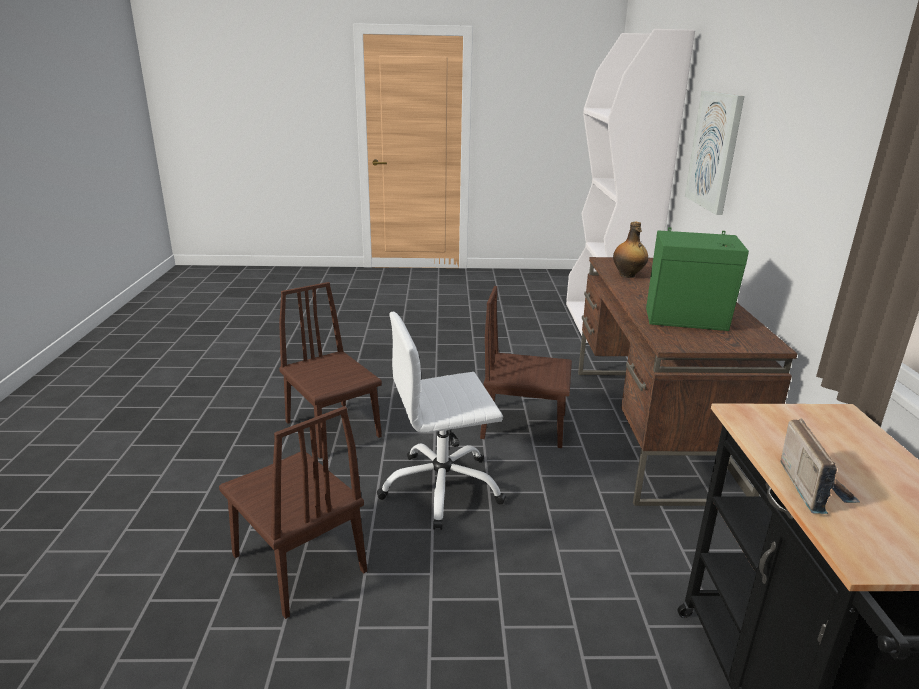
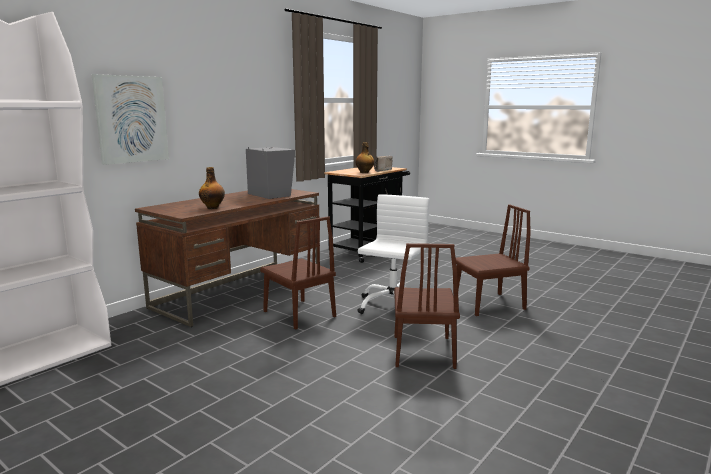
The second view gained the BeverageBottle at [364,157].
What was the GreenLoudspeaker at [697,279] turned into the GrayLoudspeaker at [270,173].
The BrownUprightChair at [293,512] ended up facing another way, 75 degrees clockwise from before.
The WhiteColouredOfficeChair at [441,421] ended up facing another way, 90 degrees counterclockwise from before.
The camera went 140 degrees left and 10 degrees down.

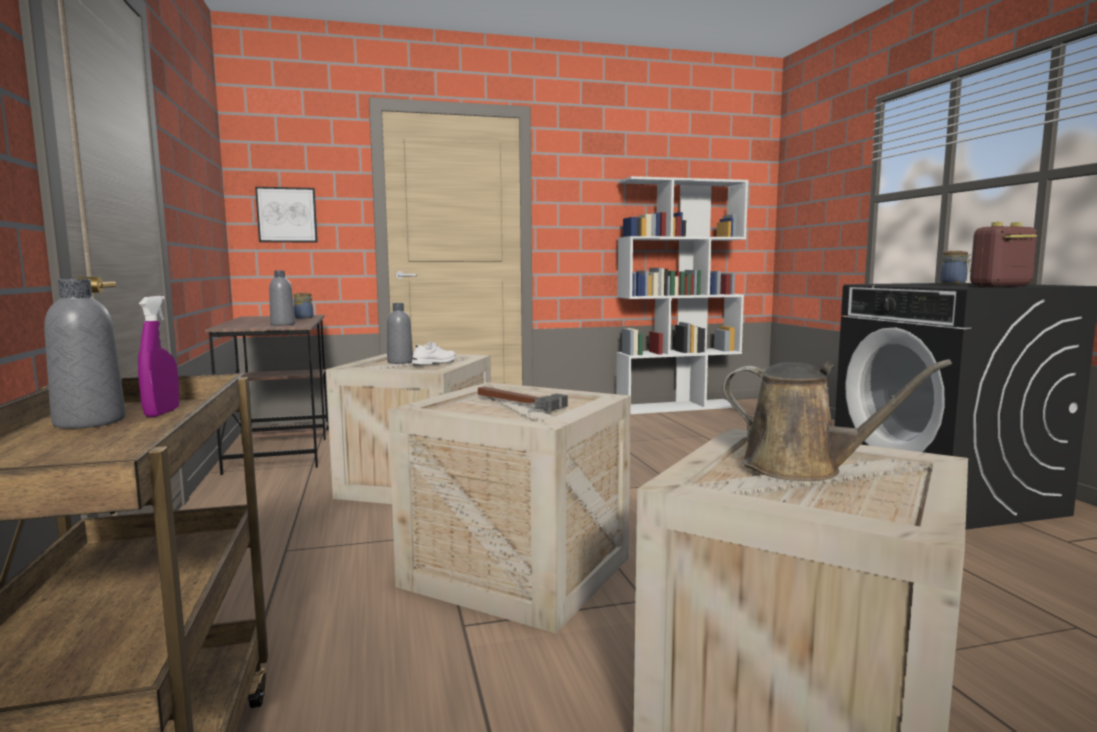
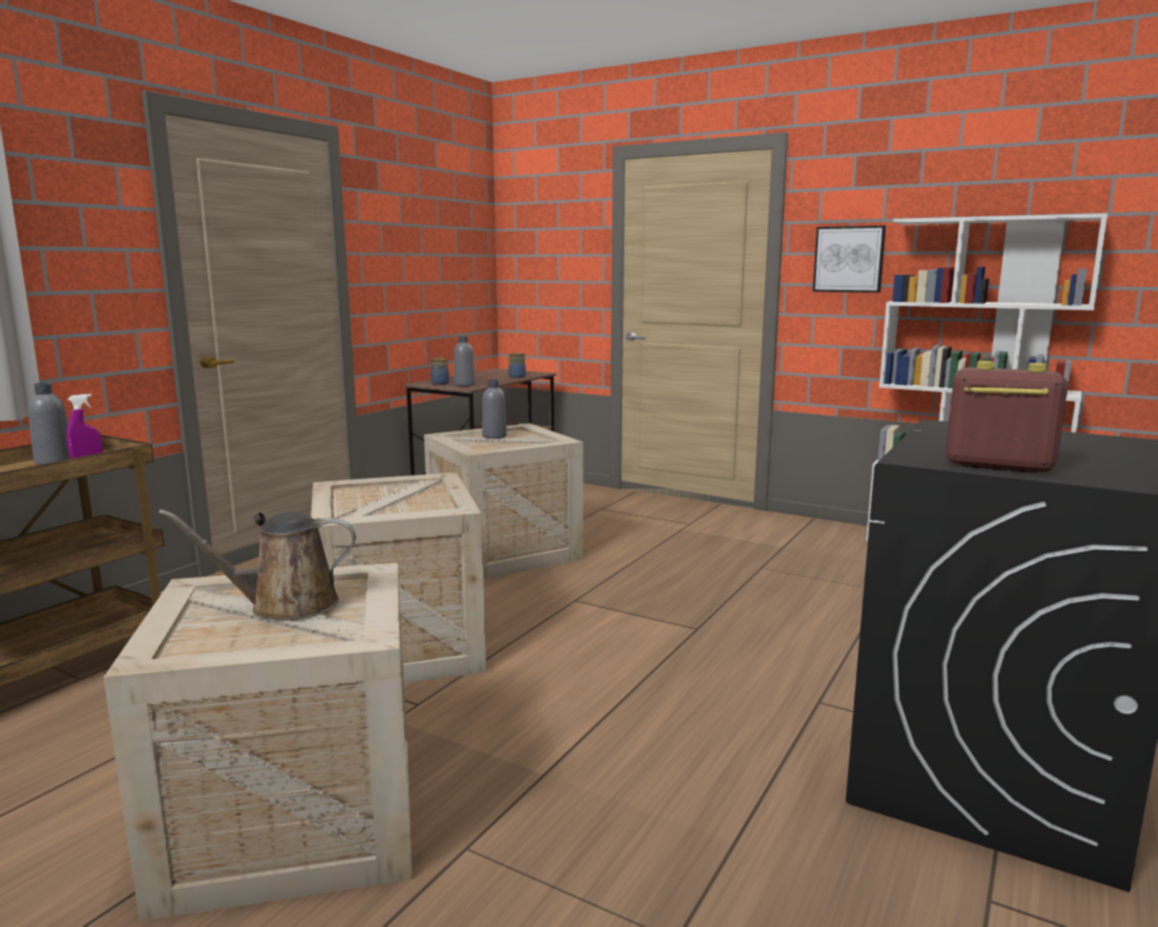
The second view lost the WhiteColouredShoe at [434,353].
The second view lost the ToolHammer at [523,398].
The Picture ended up elsewhere, having gone from [286,214] to [849,259].
The Jar ended up elsewhere, having gone from [955,267] to [440,371].
The BrownWateringPot at [837,420] ended up facing another way, 90 degrees clockwise from before.
The camera went 45 degrees right and 5 degrees up.

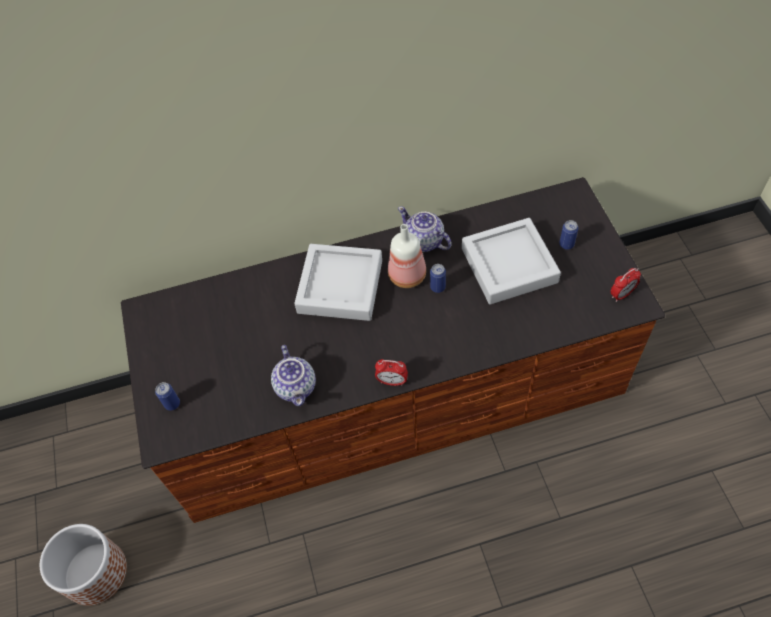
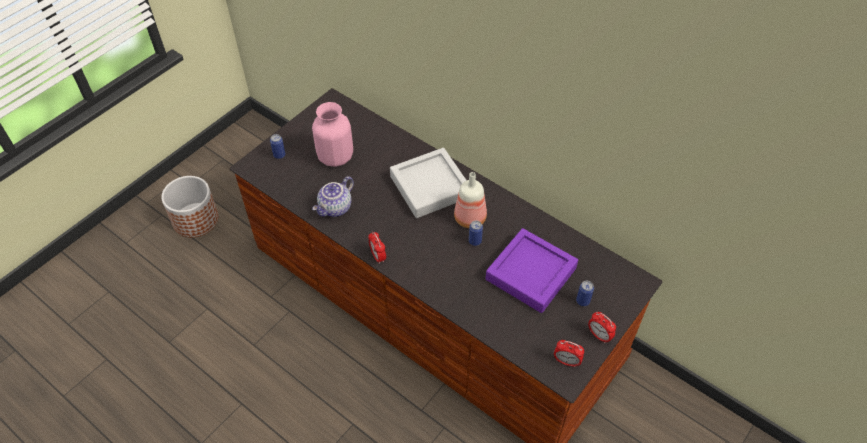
The second view lost the Teapot at [425,229].
The second view gained the PinkishVase at [332,134].
The second view gained the AlarmClock at [602,327].
What was the GrayCarryingTray at [511,261] turned into the PurpleCarryingTray at [532,270].
The camera went 50 degrees right and 5 degrees down.

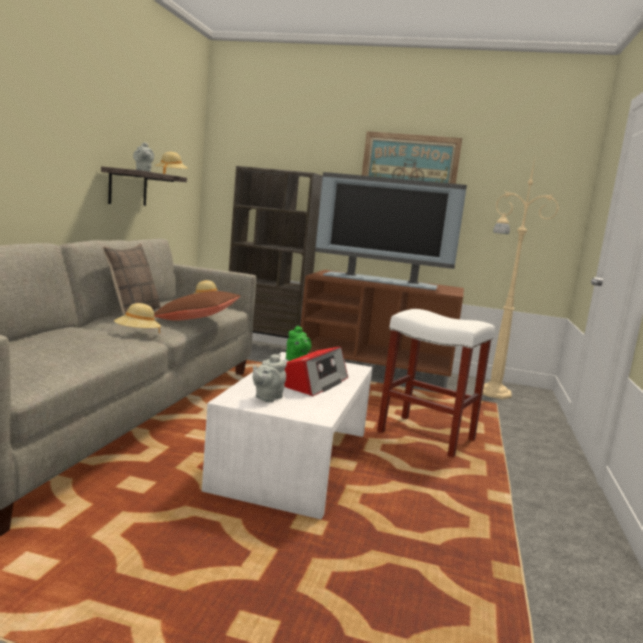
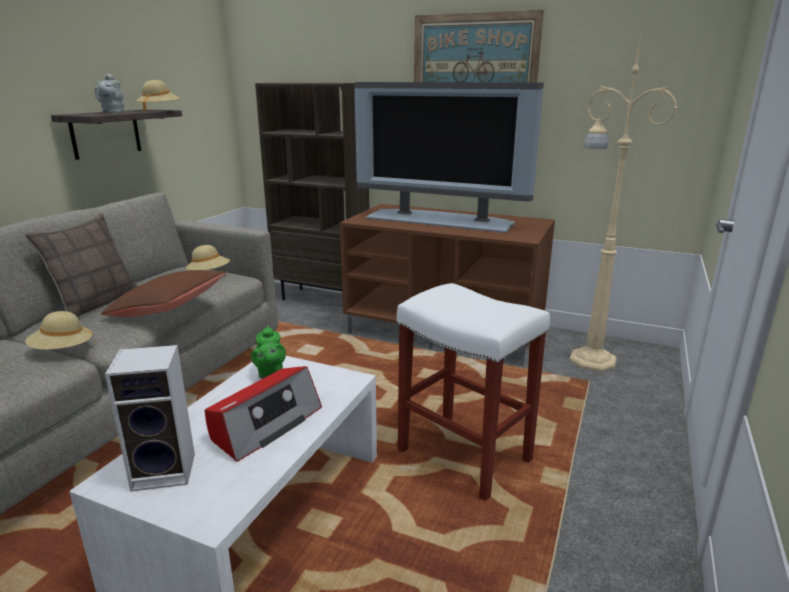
Where the GrayTeapot stood at [270,378], the Loudspeaker came to stand at [150,418].
The camera went 10 degrees right and 10 degrees up.

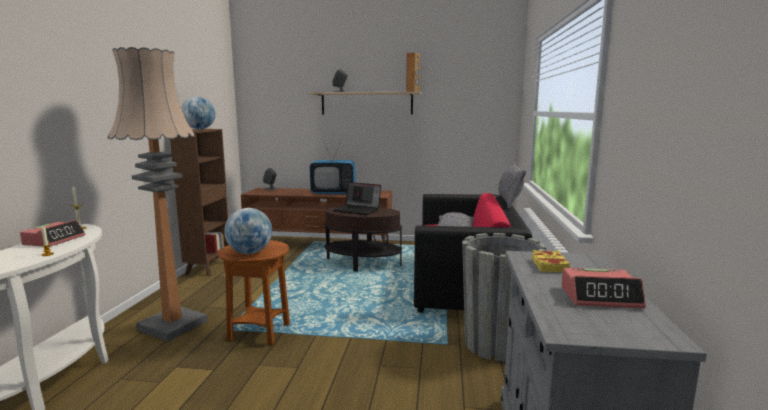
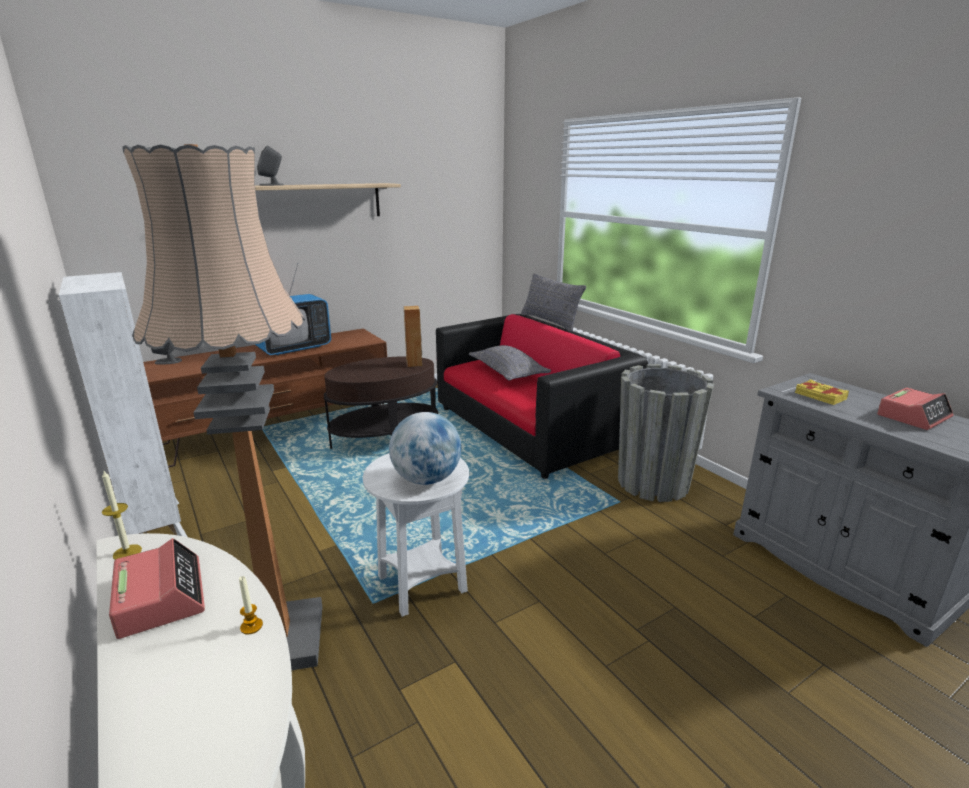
The second view lost the WorldGlobe at [198,113].
The second view lost the NotebookComputer at [357,198].
The BrownLoudspeaker ended up elsewhere, having gone from [413,72] to [413,336].
What was the BrownBookshelf at [199,202] turned into the WhiteColouredBookshelf at [123,404].
What was the BrownAccentTable at [254,292] turned into the WhiteColouredAccentTable at [416,535].
The camera went 40 degrees left and 10 degrees up.

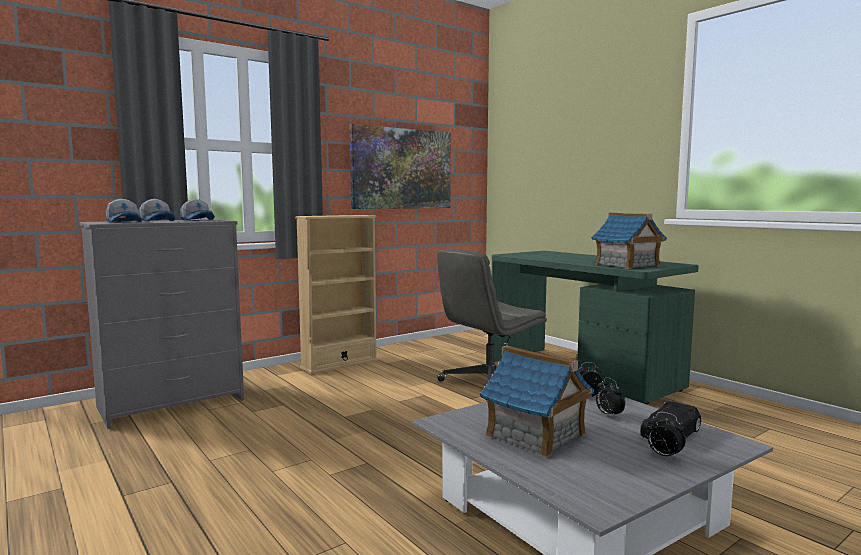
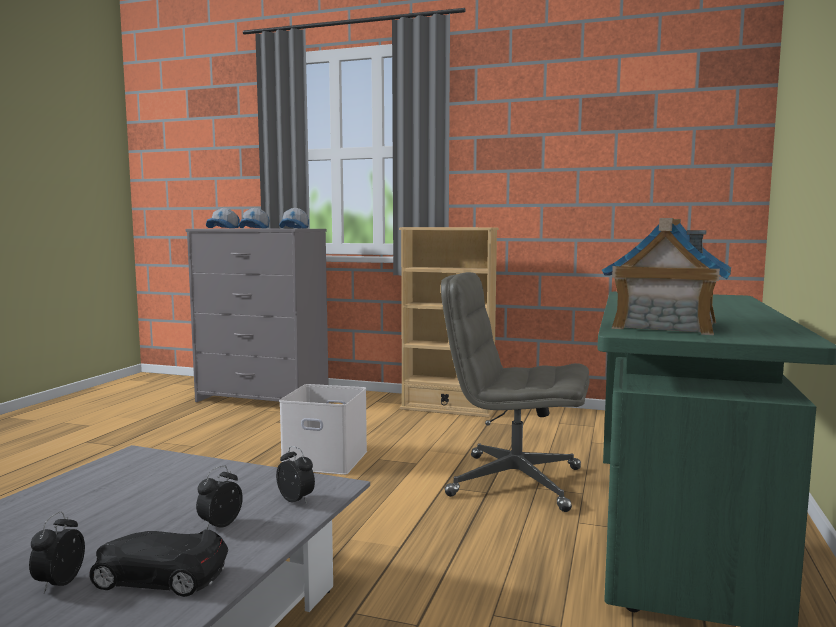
The second view lost the Picture at [400,166].
The second view lost the MiniatureHouse at [537,401].
The second view gained the WhiteColouredStorageBox at [323,429].
The camera went 55 degrees right and 0 degrees up.

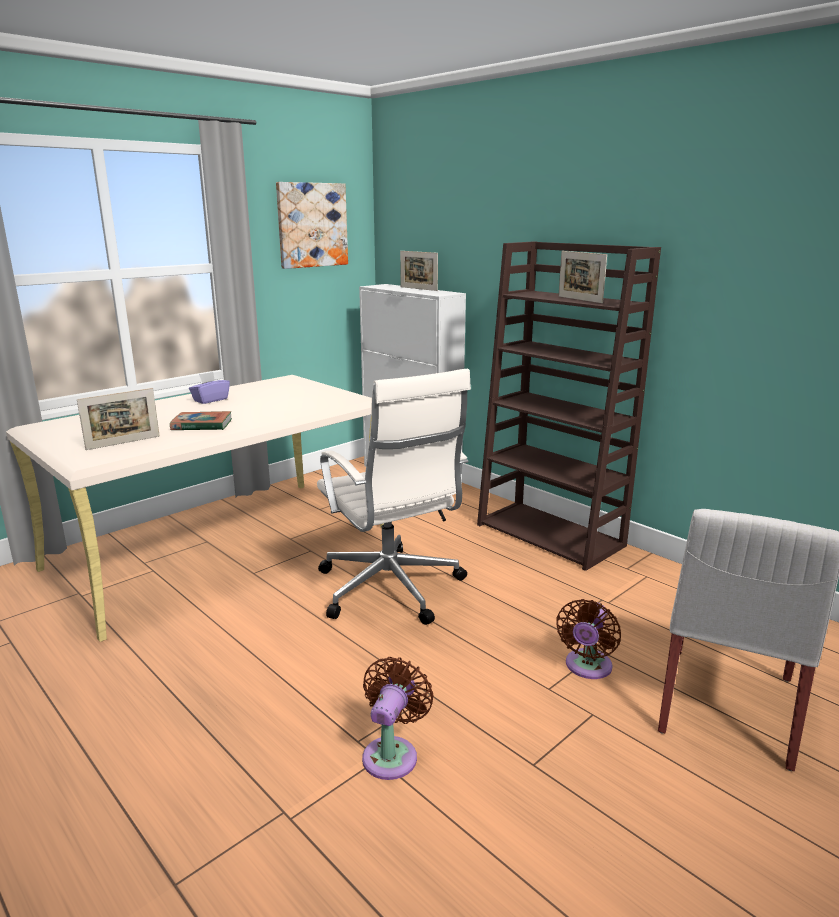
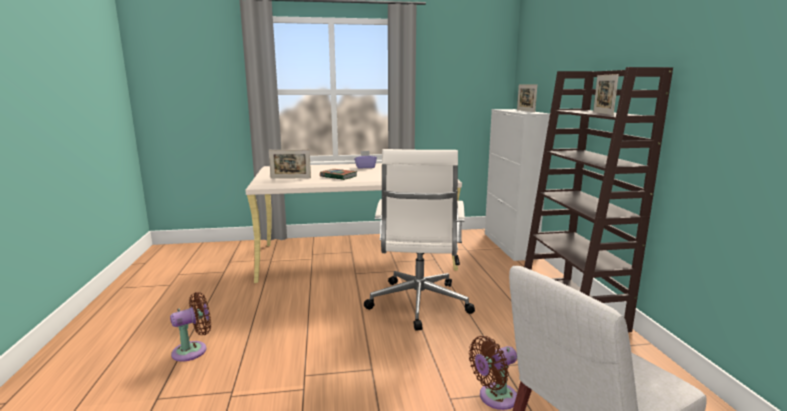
The second view lost the Picture at [312,225].
The BrownElectricFan ended up elsewhere, having gone from [398,718] to [190,327].
The camera went 35 degrees right and 5 degrees down.

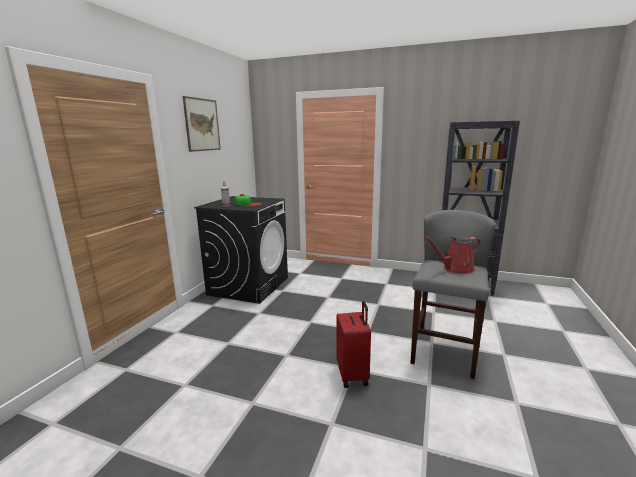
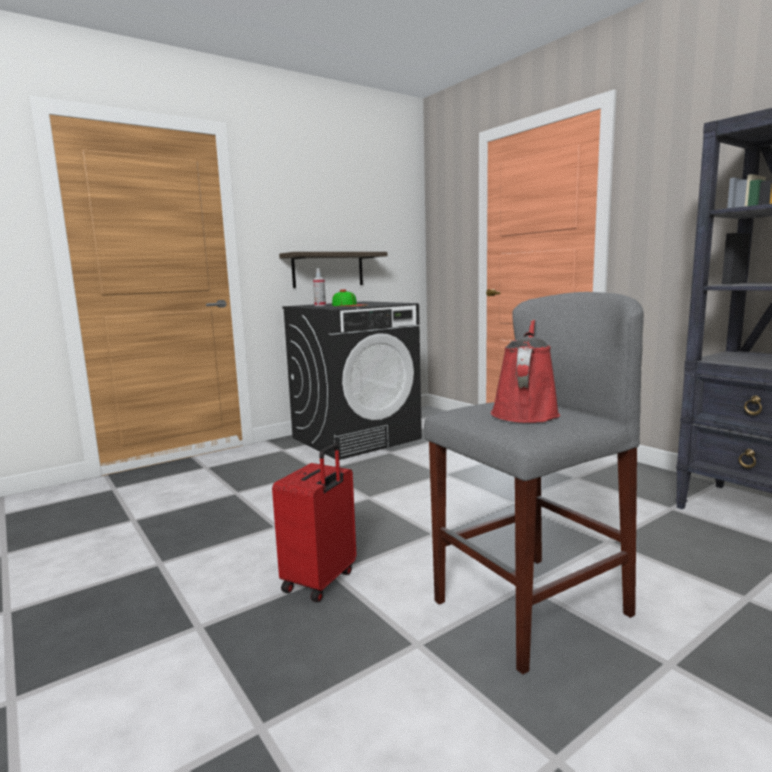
The second view lost the Picture at [202,124].
The second view gained the WallShelf at [333,270].
The RedColouredWateringPot at [452,255] ended up facing another way, 90 degrees clockwise from before.
The camera went 35 degrees right and 5 degrees down.

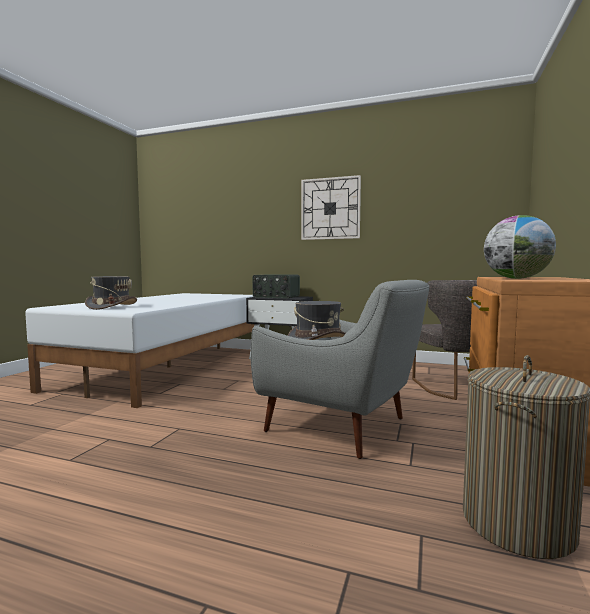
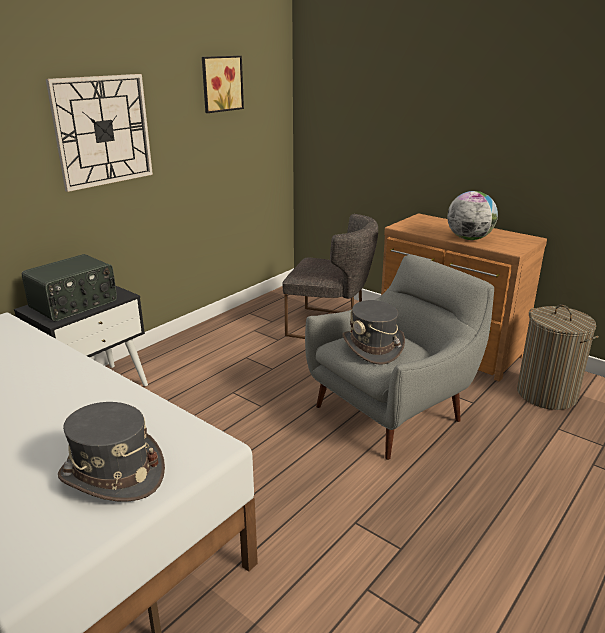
The second view gained the Picture at [223,84].
The camera went 70 degrees left and 20 degrees up.

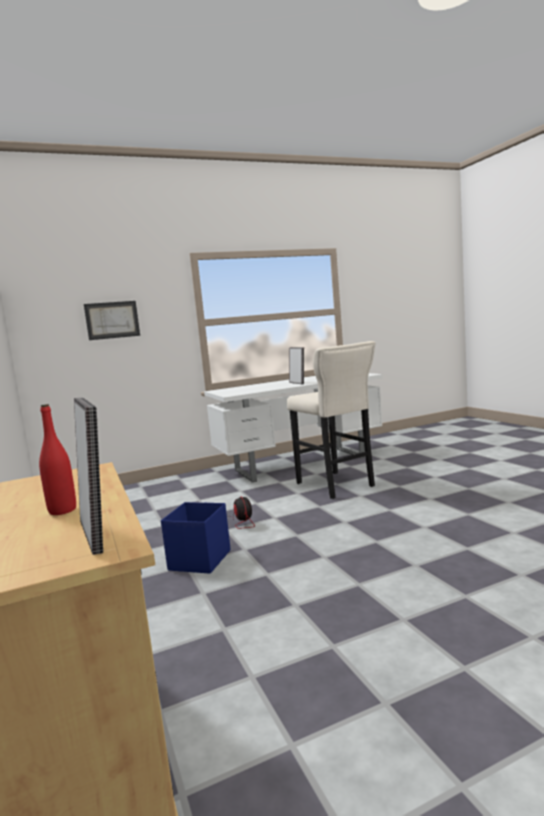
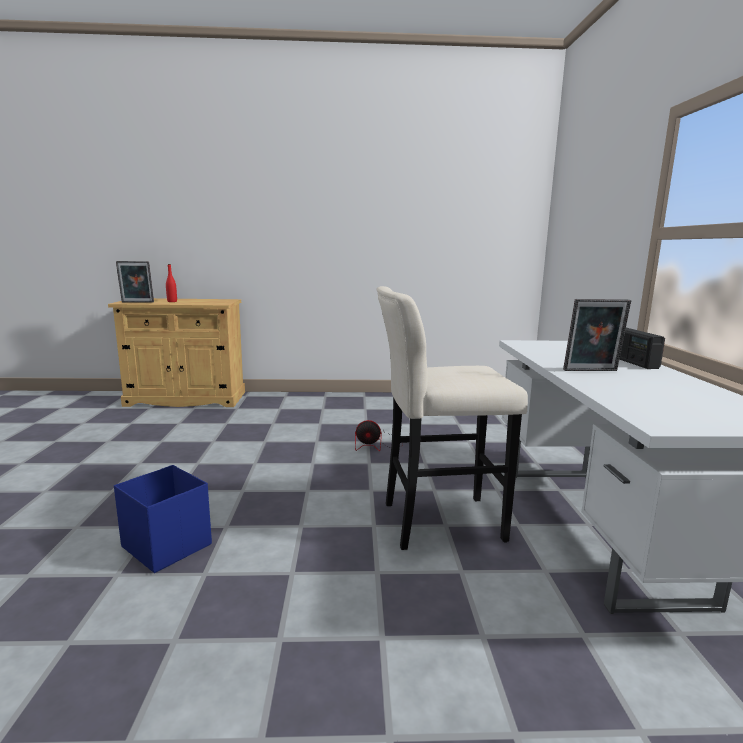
The second view lost the Picture at [112,320].
The second view gained the RadioReceiver at [642,348].
The BluishStorageBox ended up elsewhere, having gone from [196,538] to [163,519].
The camera went 110 degrees right and 5 degrees up.

